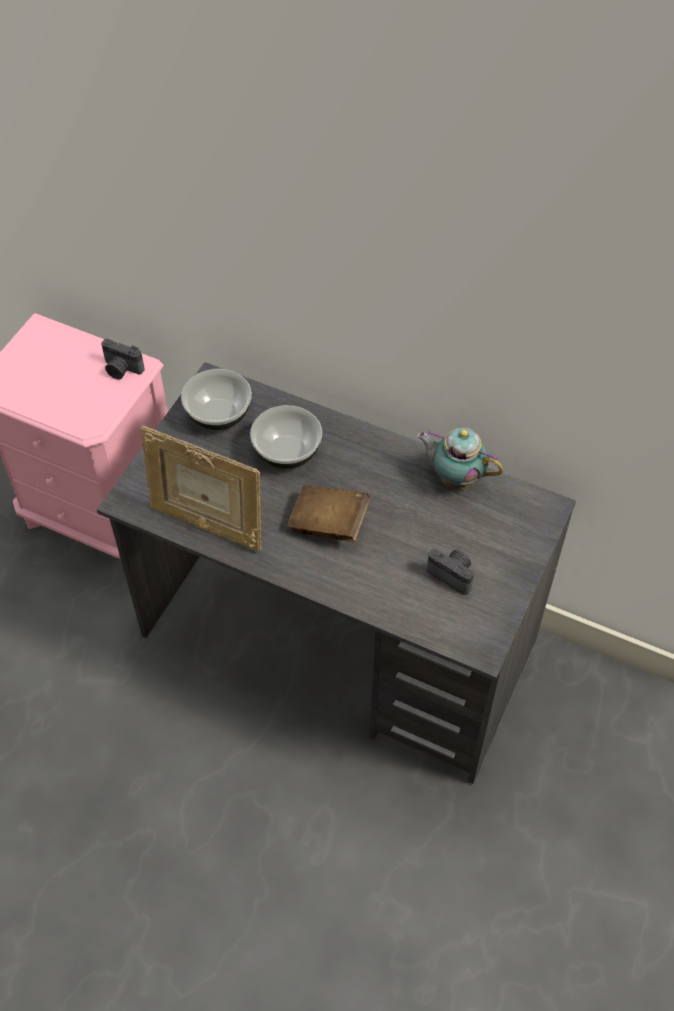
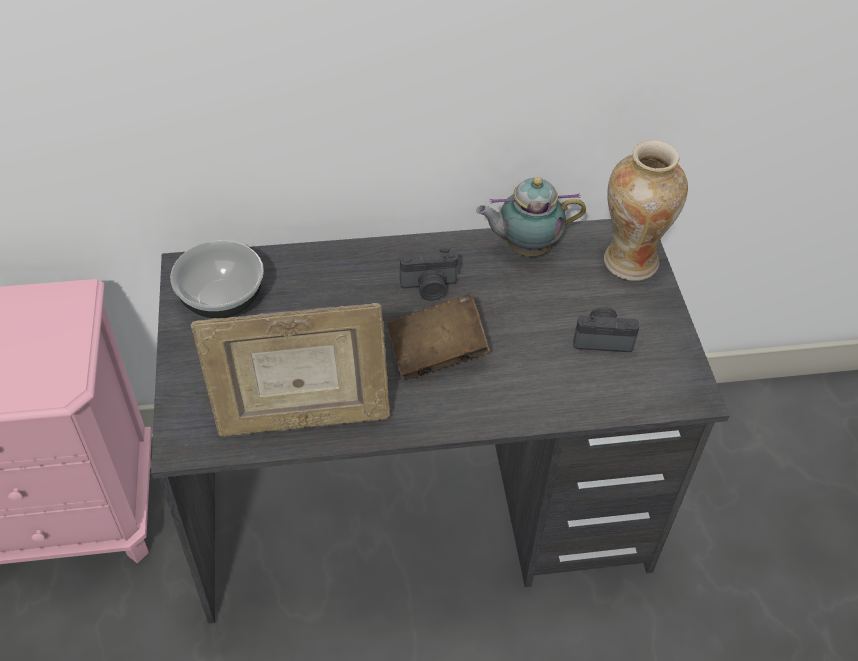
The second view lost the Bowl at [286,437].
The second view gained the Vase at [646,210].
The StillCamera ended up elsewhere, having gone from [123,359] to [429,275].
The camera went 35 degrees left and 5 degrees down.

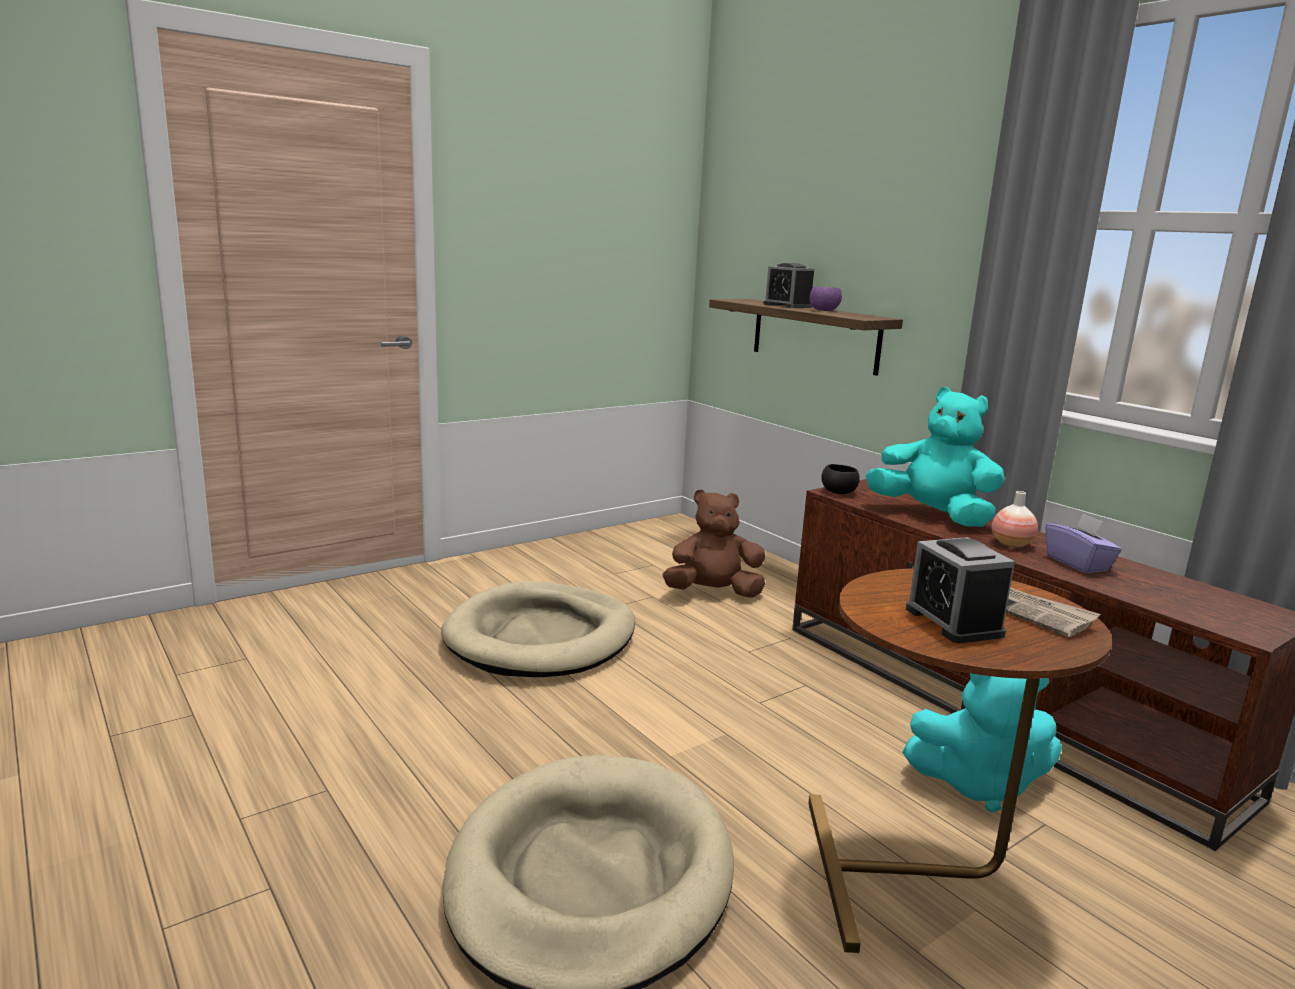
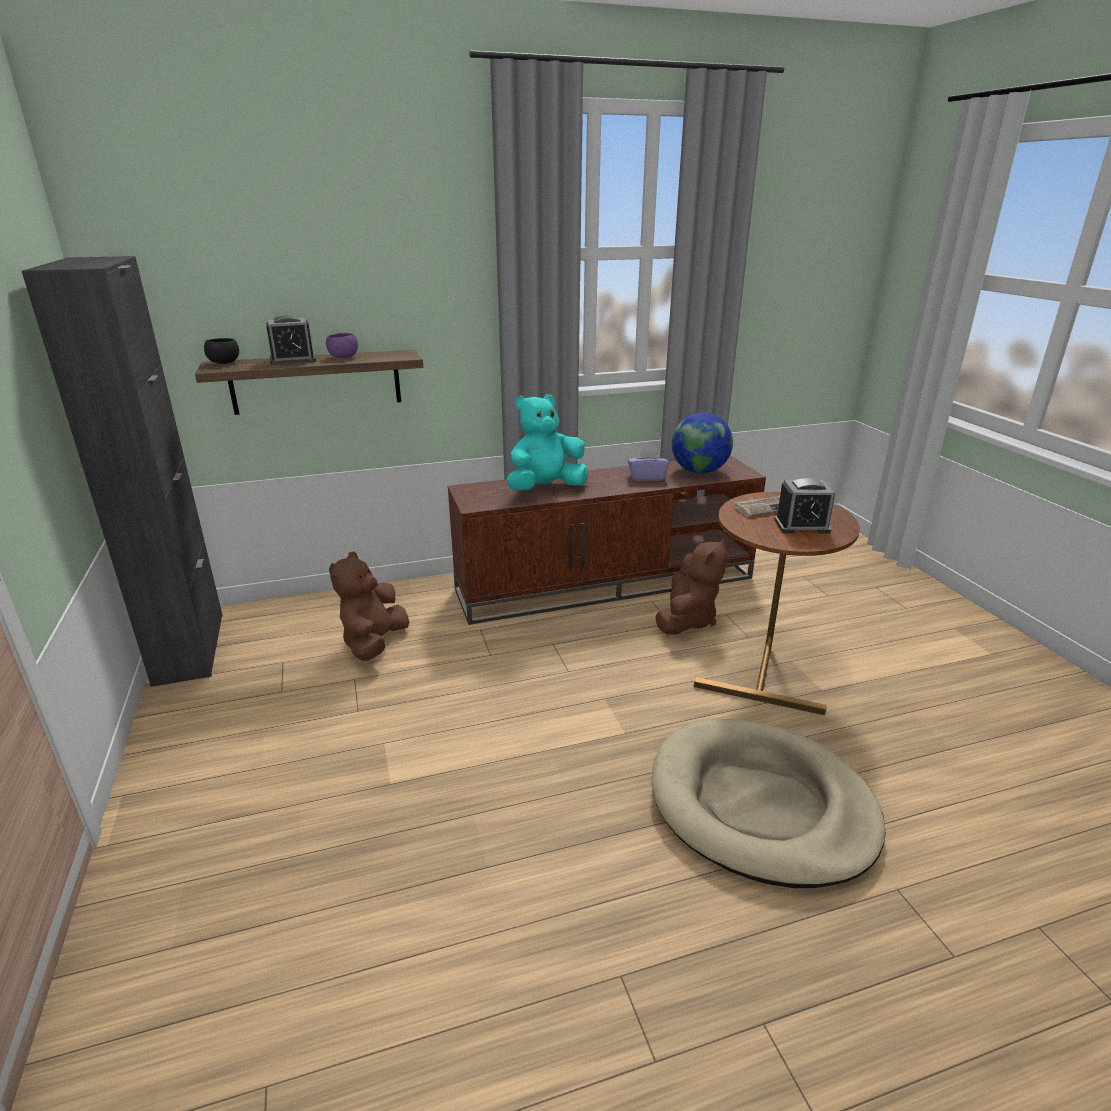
The second view lost the SandColouredPetBed at [538,629].
The second view lost the Vase at [1015,519].
The second view gained the BlackishCabinet at [122,471].
The second view gained the WorldGlobe at [702,443].
The BlackishBowl ended up elsewhere, having gone from [840,479] to [221,351].
What was the TurquoisePlushToy at [982,743] turned into the BrownPlushToy at [691,586].
The camera went 70 degrees left and 10 degrees up.

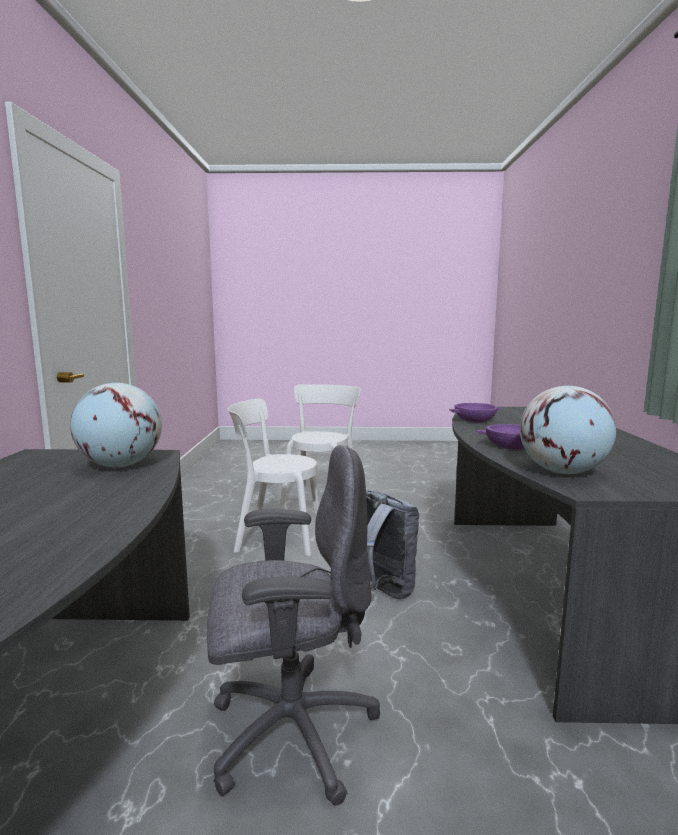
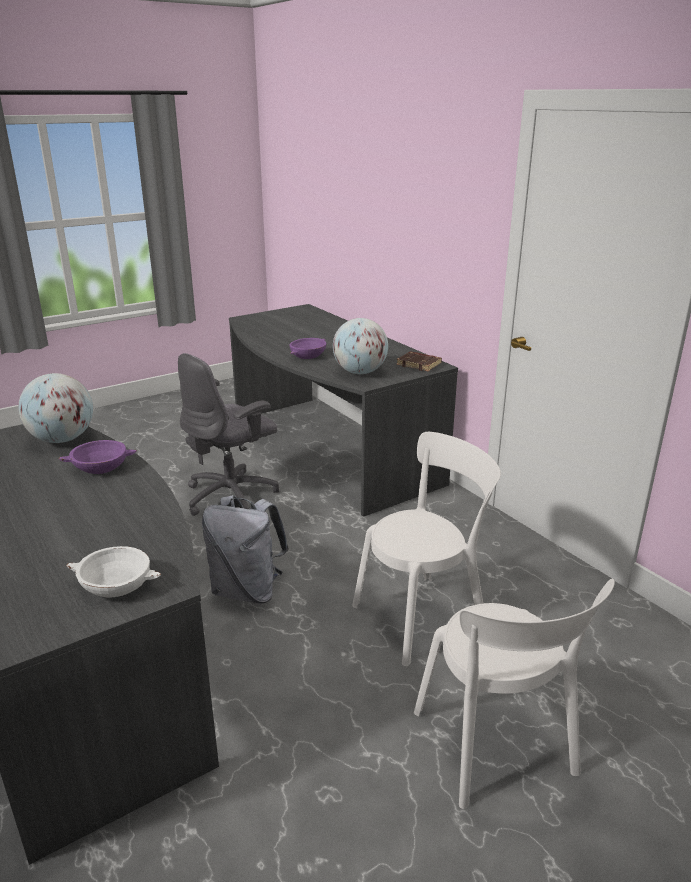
The second view gained the WhiteColouredBowl at [113,572].
The second view gained the BrownBook at [419,361].
The PurpleBowl ended up elsewhere, having gone from [475,412] to [308,348].
The camera went 145 degrees right and 15 degrees up.

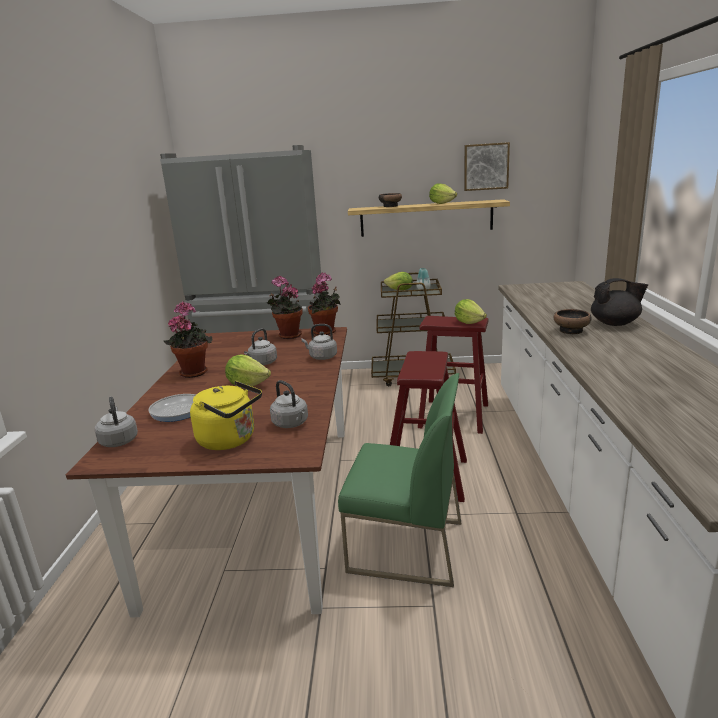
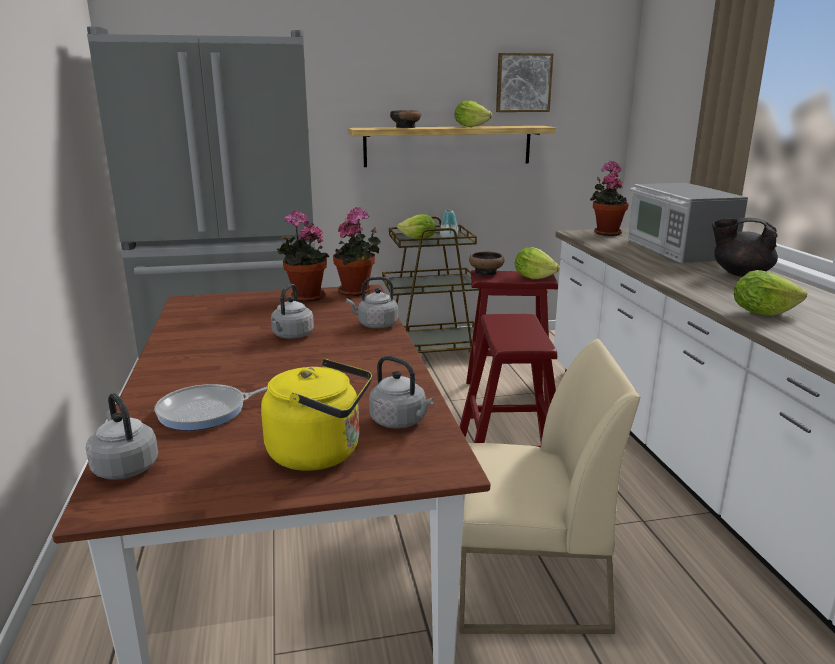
The second view gained the KitchenMicrowave at [688,223].
The Houseplant ended up elsewhere, having gone from [188,340] to [609,198].
The LettuceHead ended up elsewhere, having gone from [248,370] to [770,293].
The Bowl ended up elsewhere, having gone from [573,321] to [486,263].
What was the GreenUprightChair at [399,480] turned into the SandColouredUprightChair at [549,486].
The BlackishTeapot at [619,302] ended up facing another way, 150 degrees counterclockwise from before.
The camera went 15 degrees left and 0 degrees up.

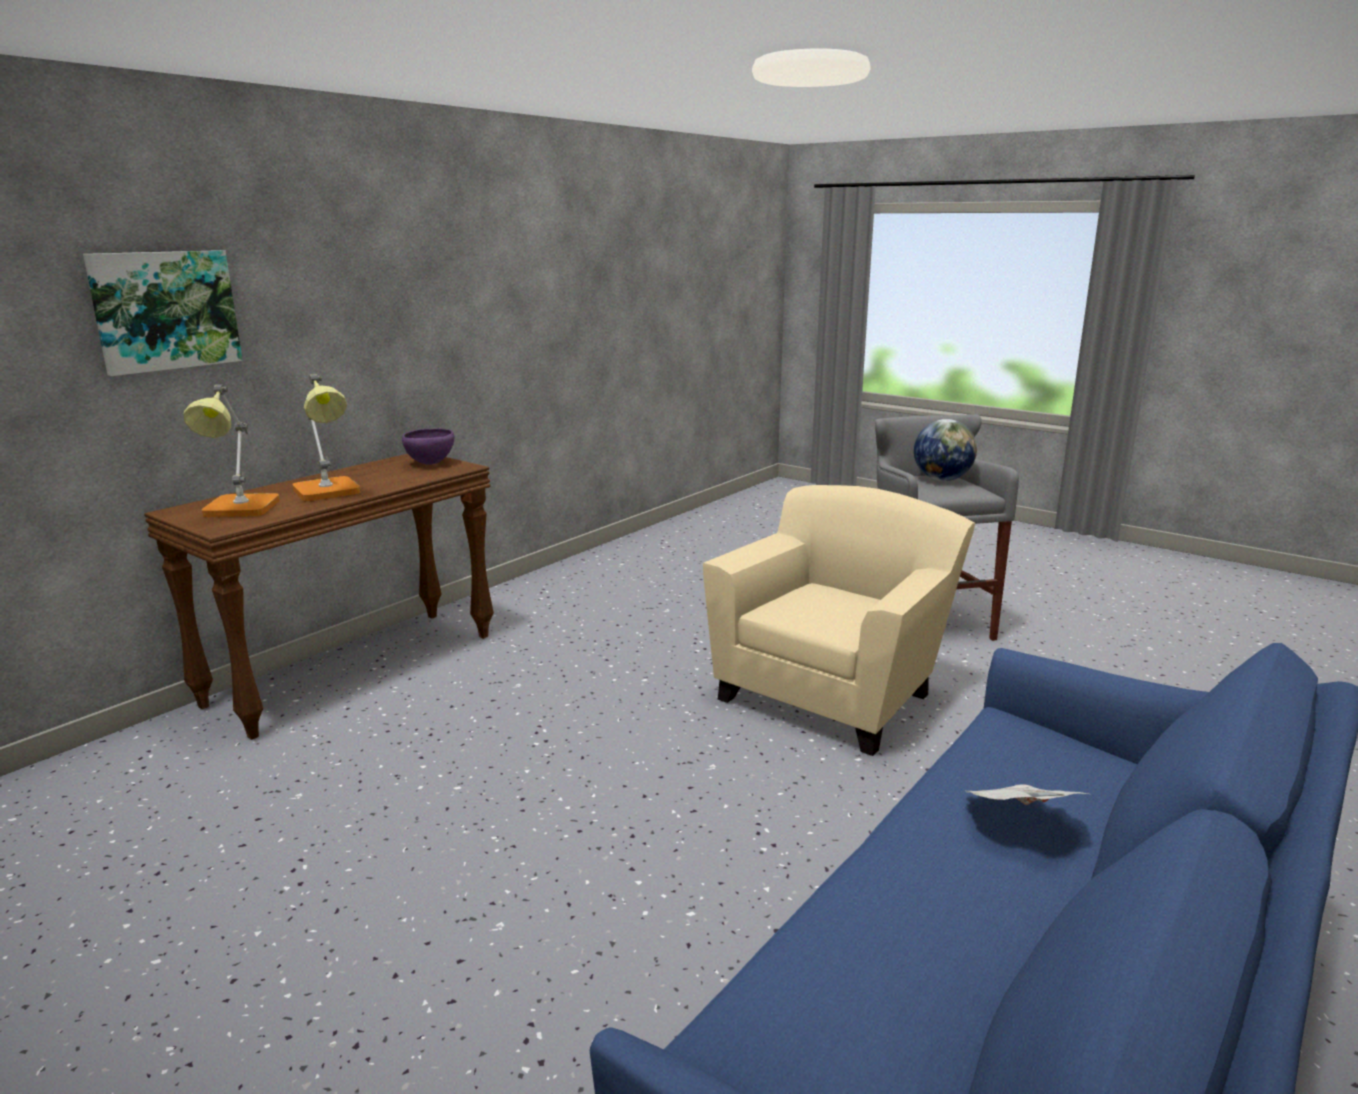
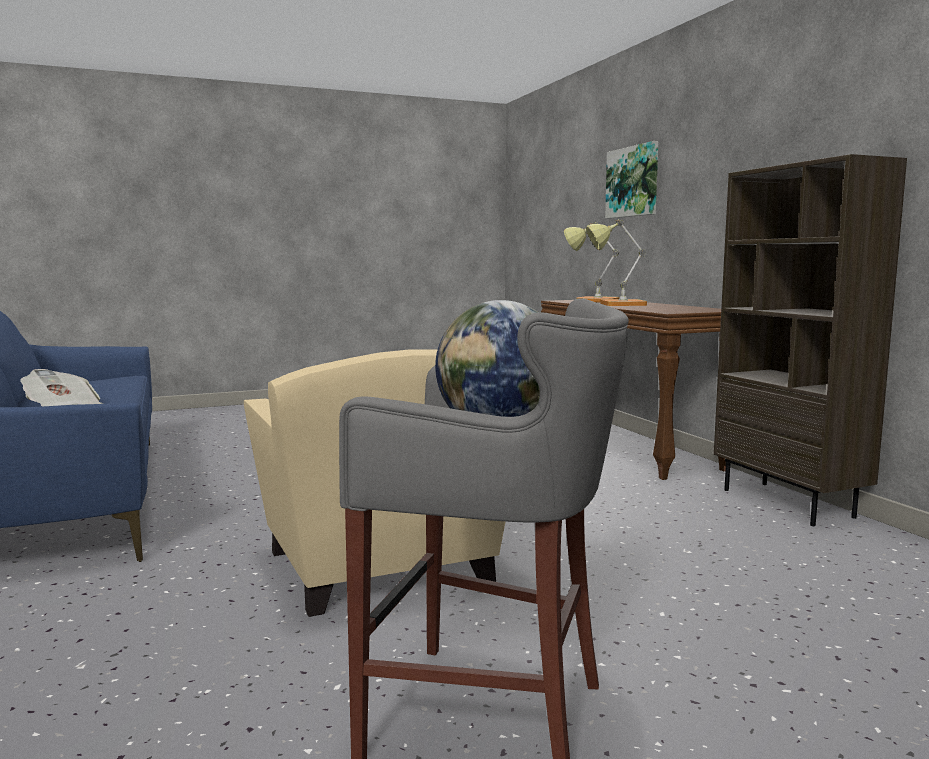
The second view lost the PurpleBowl at [428,446].
The second view gained the BrownBookshelf at [810,340].
The camera went 120 degrees right and 10 degrees down.

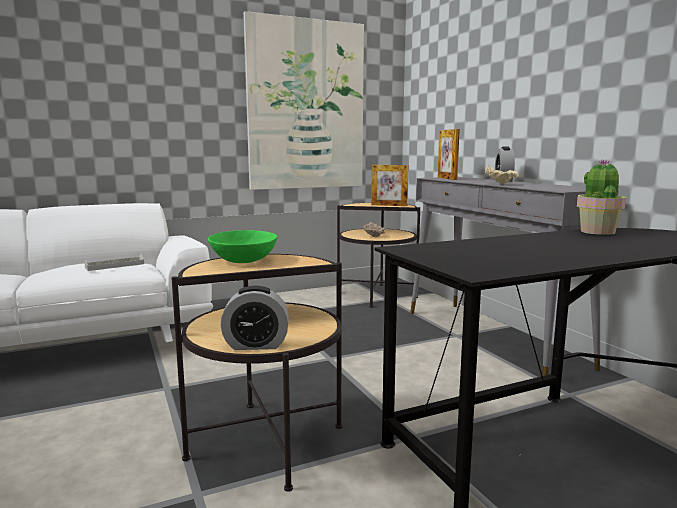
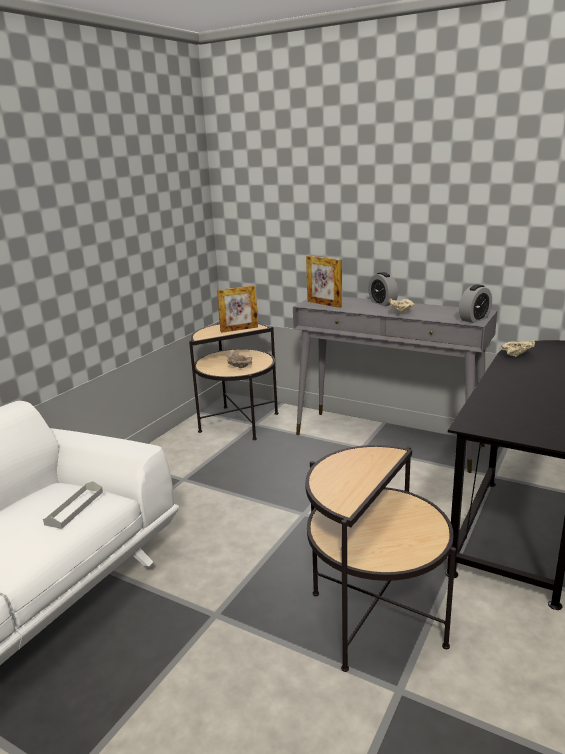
The second view lost the GreenBowl at [242,246].
The second view lost the Picture at [303,100].
The AlarmClock ended up elsewhere, having gone from [254,318] to [475,303].
Where the Houseplant stood at [601,197], the SandColouredBowl came to stand at [517,348].
The camera went 35 degrees left and 10 degrees up.

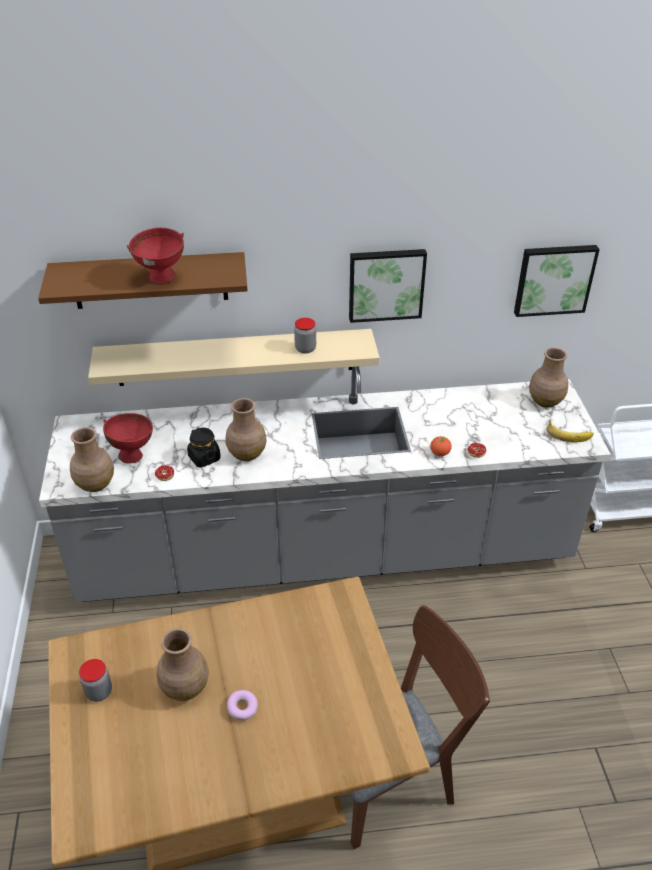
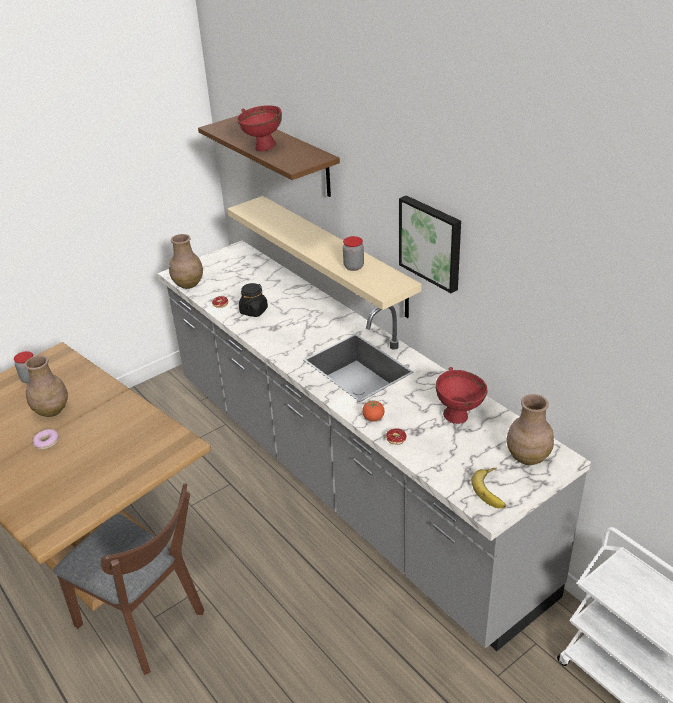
The second view lost the BrownVase at [246,429].
The second view lost the Picture at [557,281].
The RedColouredBowl ended up elsewhere, having gone from [128,438] to [461,395].
The camera went 60 degrees right and 5 degrees down.

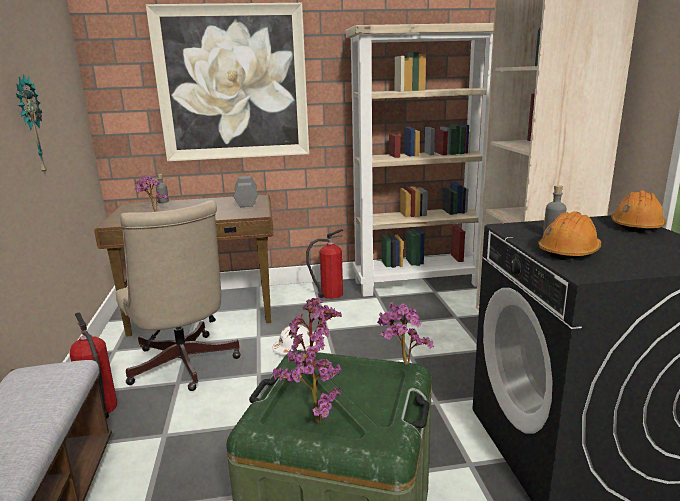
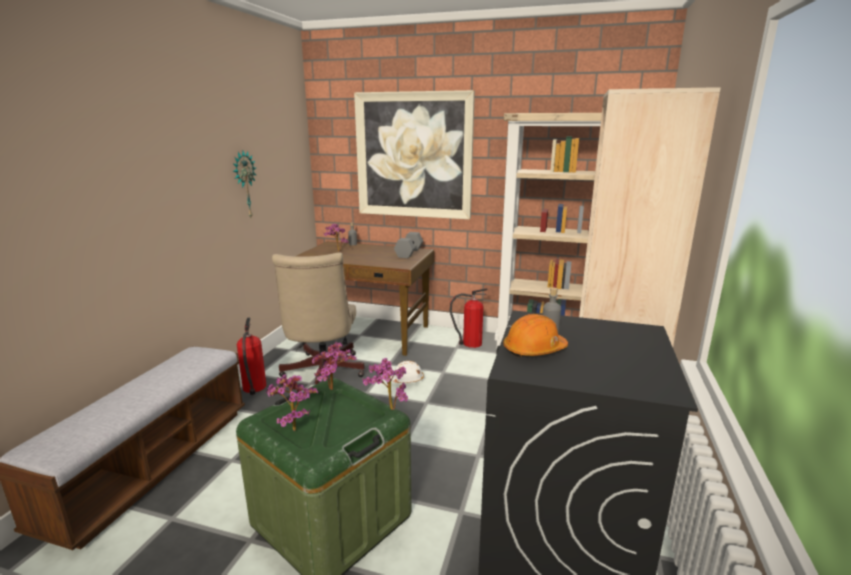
The second view lost the OrangeWorkHelmet at [638,211].
The camera went 25 degrees right and 0 degrees up.

